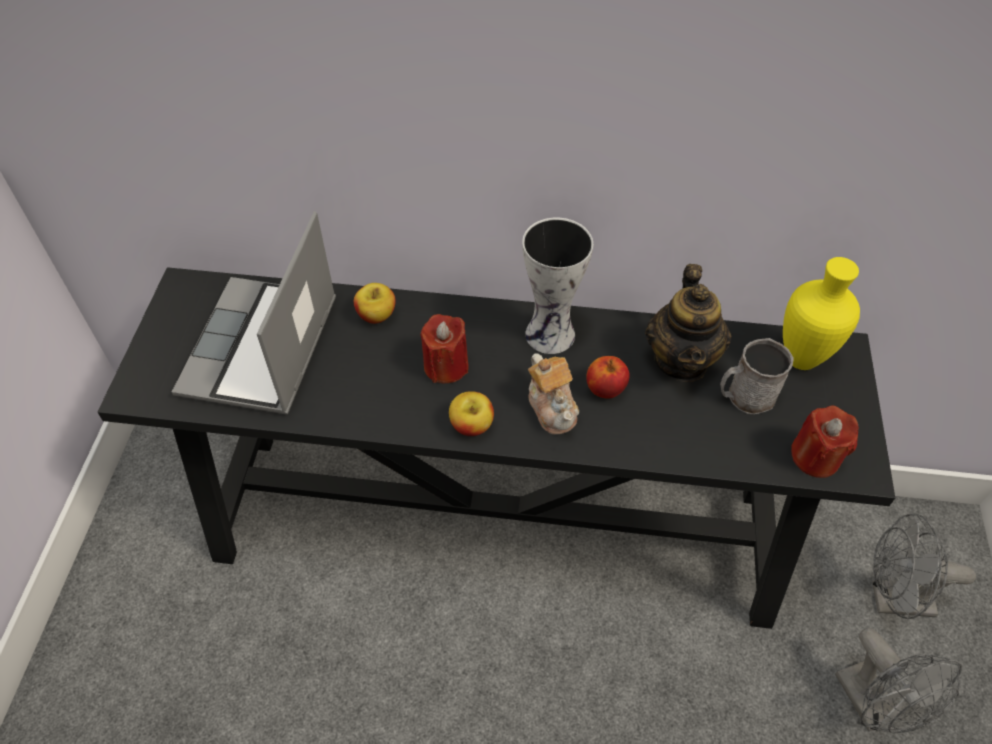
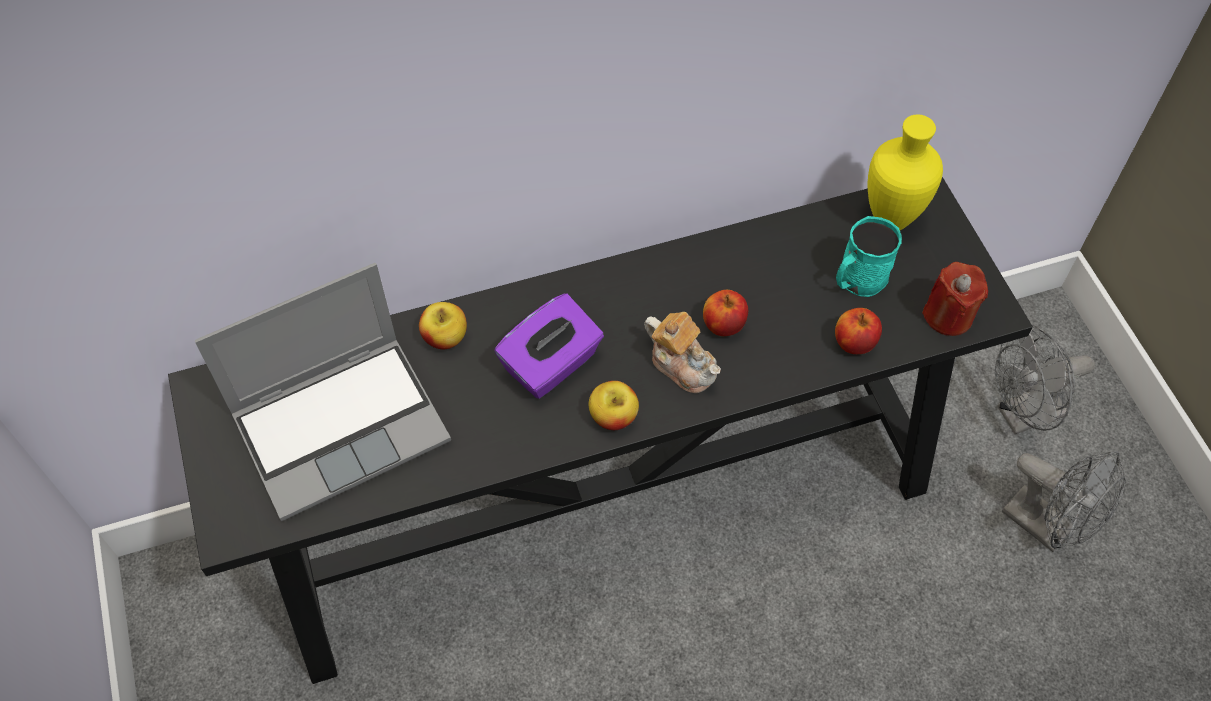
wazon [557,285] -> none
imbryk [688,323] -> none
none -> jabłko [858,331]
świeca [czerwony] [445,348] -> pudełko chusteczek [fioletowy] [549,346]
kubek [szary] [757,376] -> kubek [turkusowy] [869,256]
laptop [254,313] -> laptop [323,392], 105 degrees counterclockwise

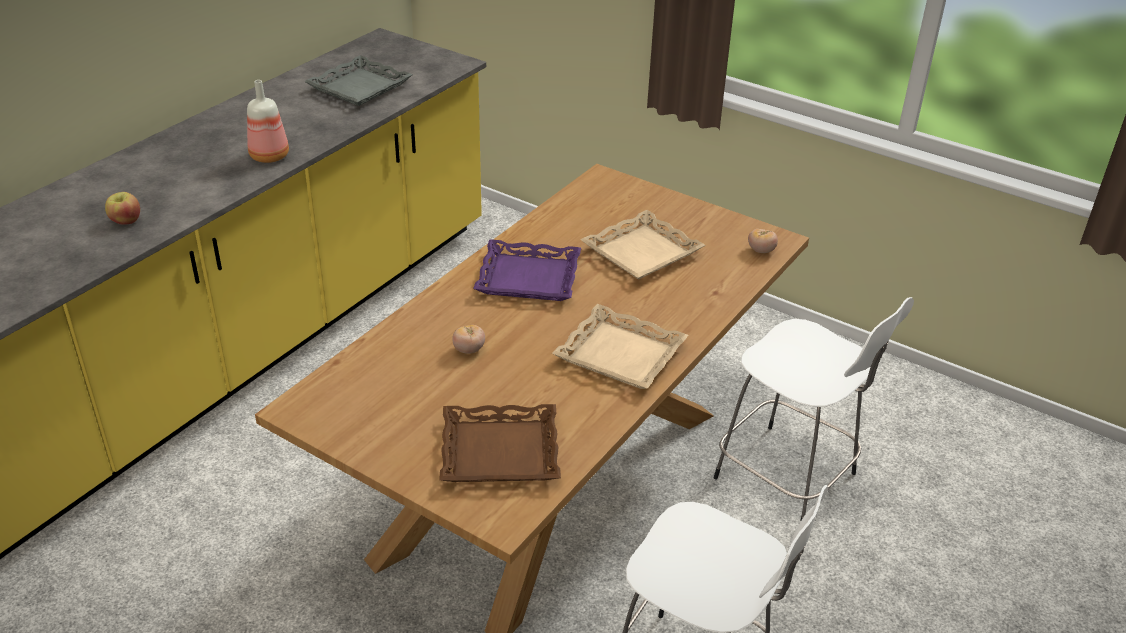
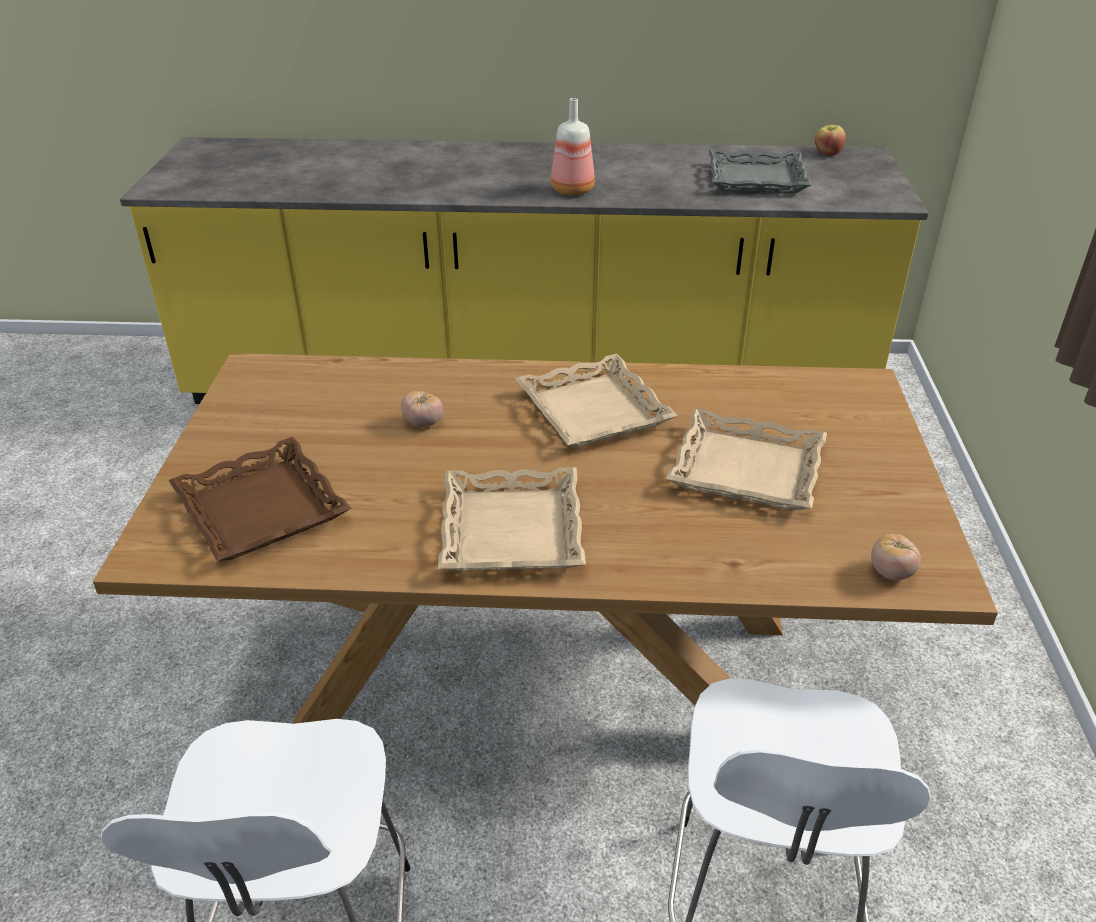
jabłko [122,208] -> jabłko [830,140], shifted
taca [fioletowy] [527,270] -> taca [beżowy] [596,401]

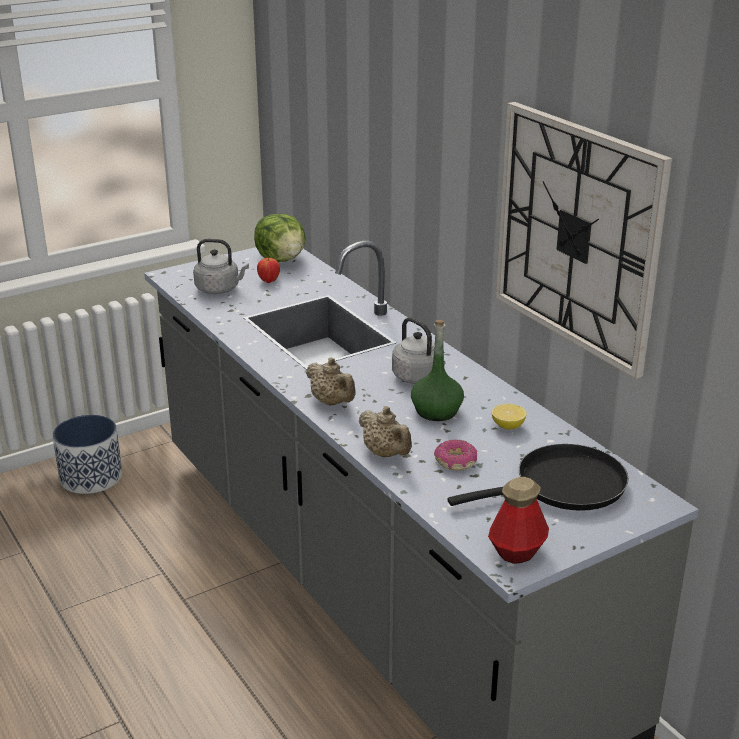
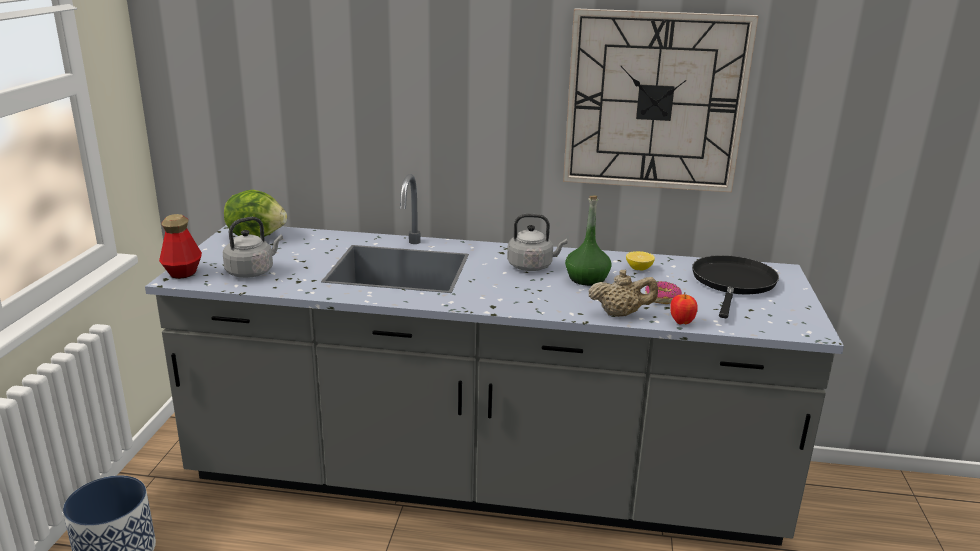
imbryk [beżowy] [331,381] -> none
jabłko [268,269] -> jabłko [684,308], shifted
butelka [518,520] -> butelka [180,246], shifted

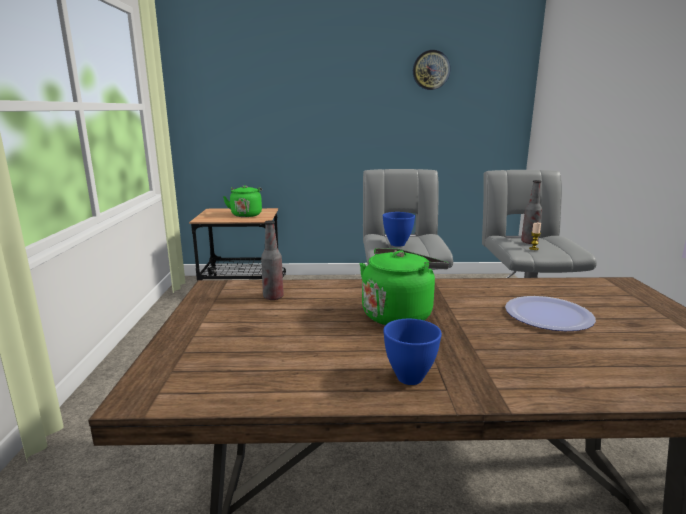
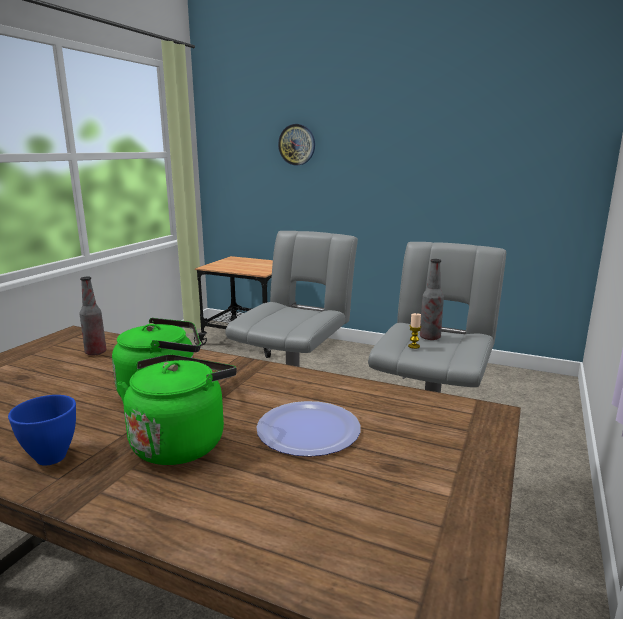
miska [niebieski] [399,229] -> none
czajnik [zielony] [242,201] -> czajnik [zielony] [177,409], shifted
zegar ścienny [432,70] -> zegar ścienny [296,144], shifted

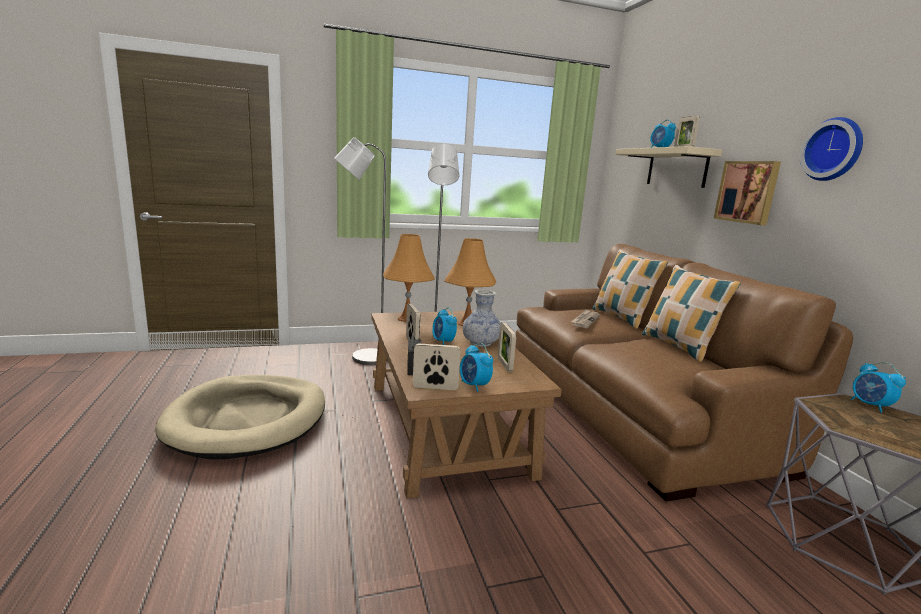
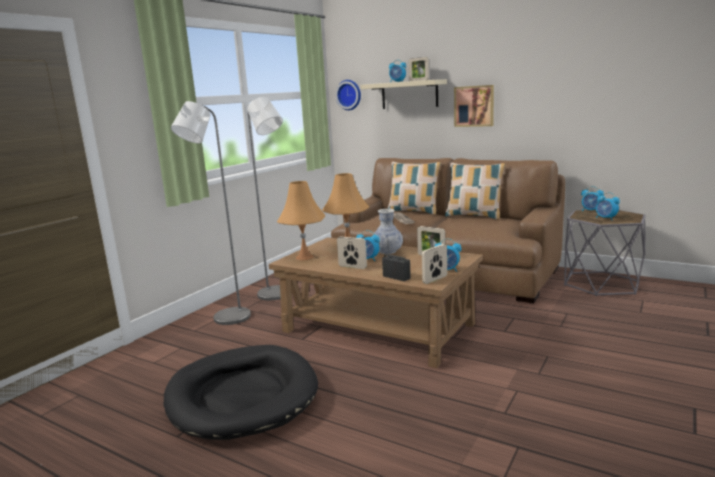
none -> budzik [608,206]
zegar ścienny [831,149] -> zegar ścienny [348,95], shifted
legowisko [beżowy] [240,417] -> legowisko [czarny] [241,392]

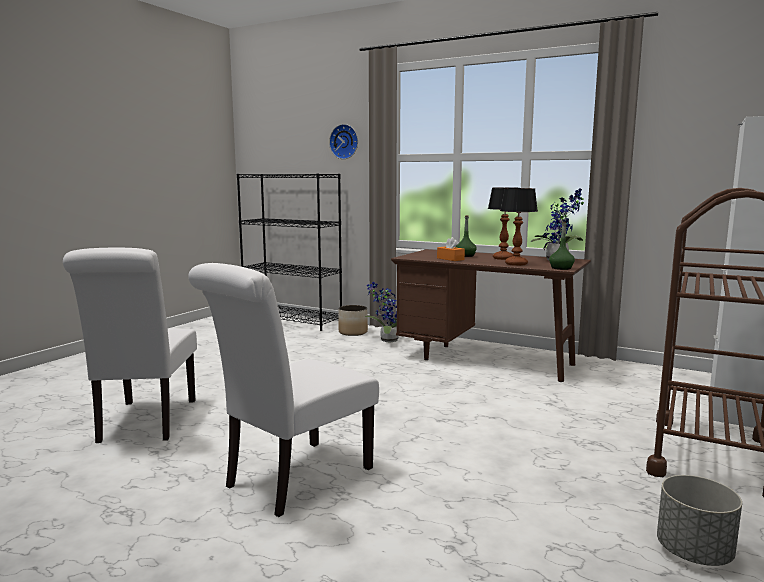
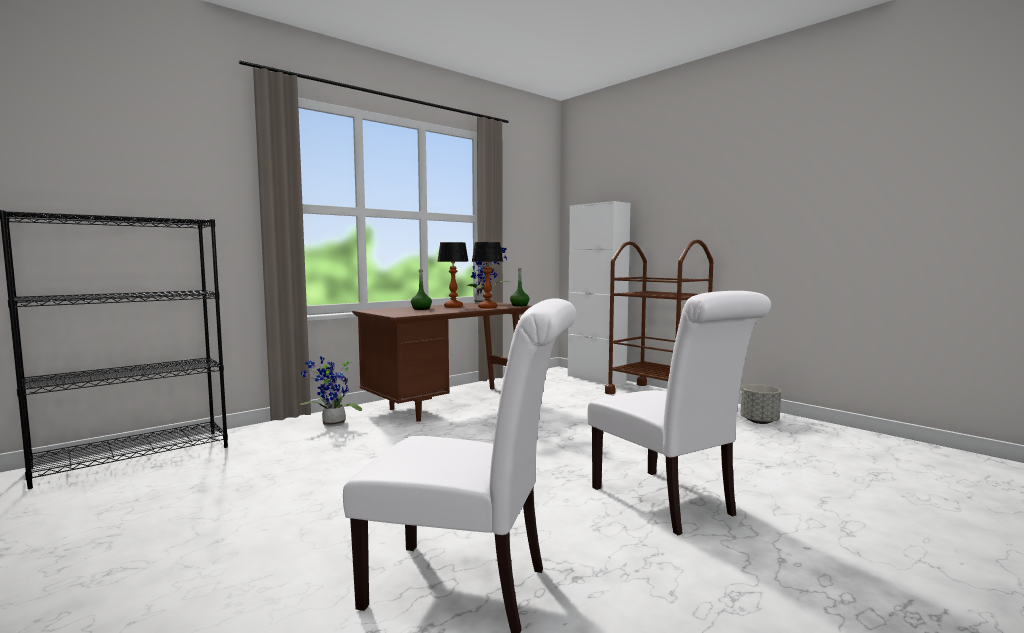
zegar ścienny [343,141] -> none
donica [353,320] -> none
pudełko chusteczek [pomarańczowy] [451,249] -> none

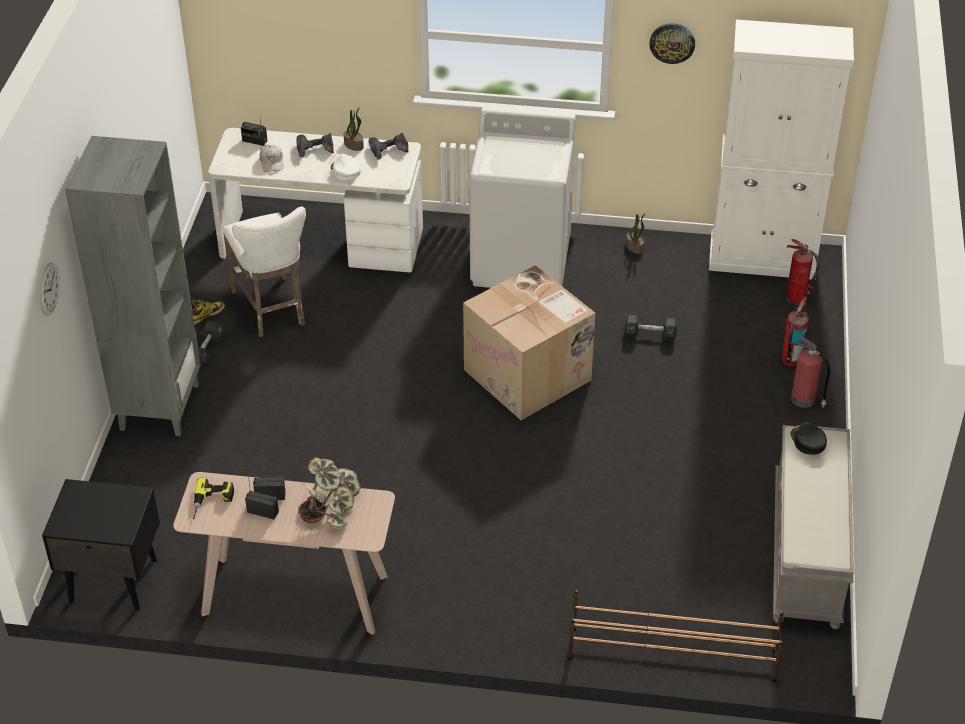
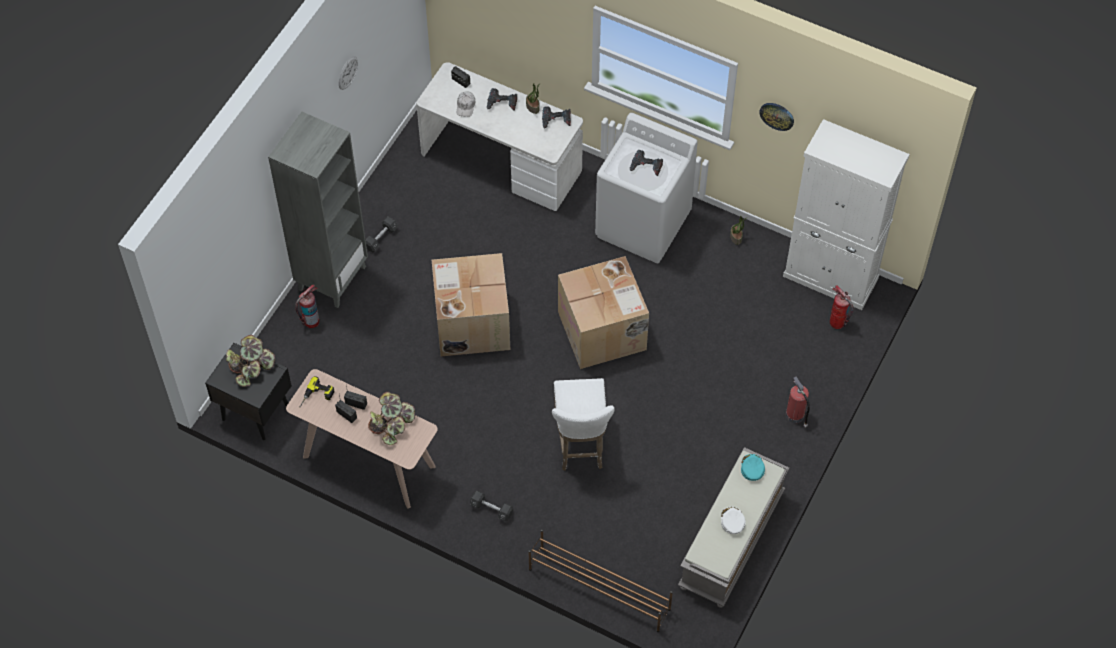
but z cholewką [208,311] -> none
none -> roślina doniczkowa [250,360]
none -> karton [471,304]
none -> wiertarka [646,163]
zegar ścienny [49,289] -> zegar ścienny [348,73], shifted
stołek [biały] [264,272] -> stołek [biały] [583,424], shifted
czapka z daszkiem [biały] [346,167] -> czapka z daszkiem [biały] [733,520], shifted
hantel [czarny] [651,327] -> hantel [czarny] [491,506], shifted
gaśnica [795,331] -> gaśnica [307,306], shifted
czapka z daszkiem [czarny] [809,438] -> czapka z daszkiem [turkusowy] [753,467]

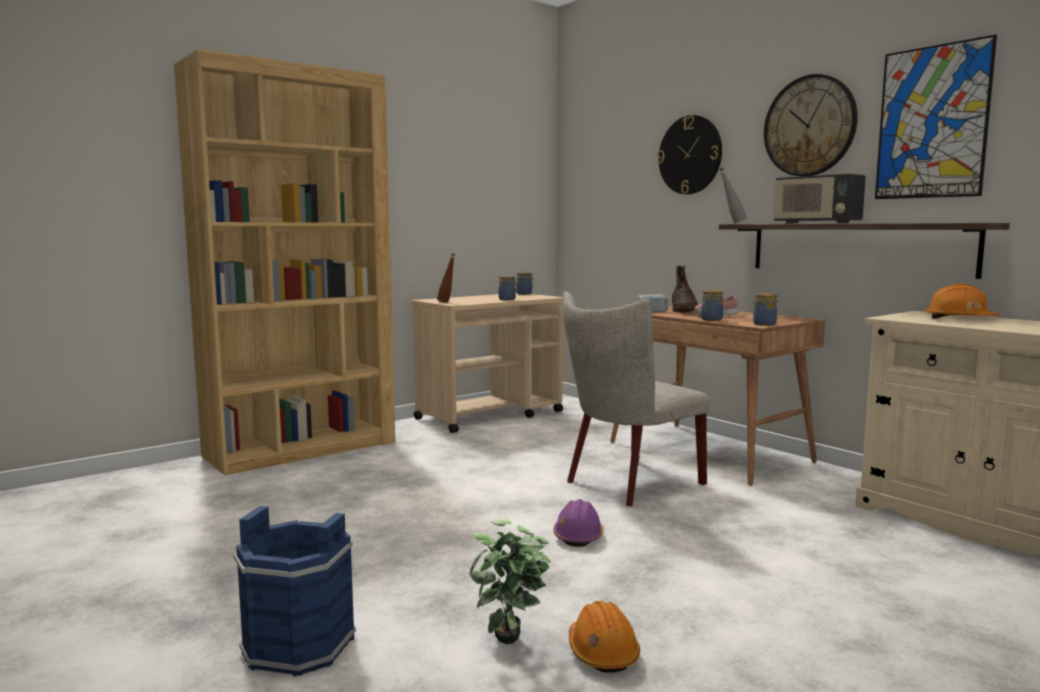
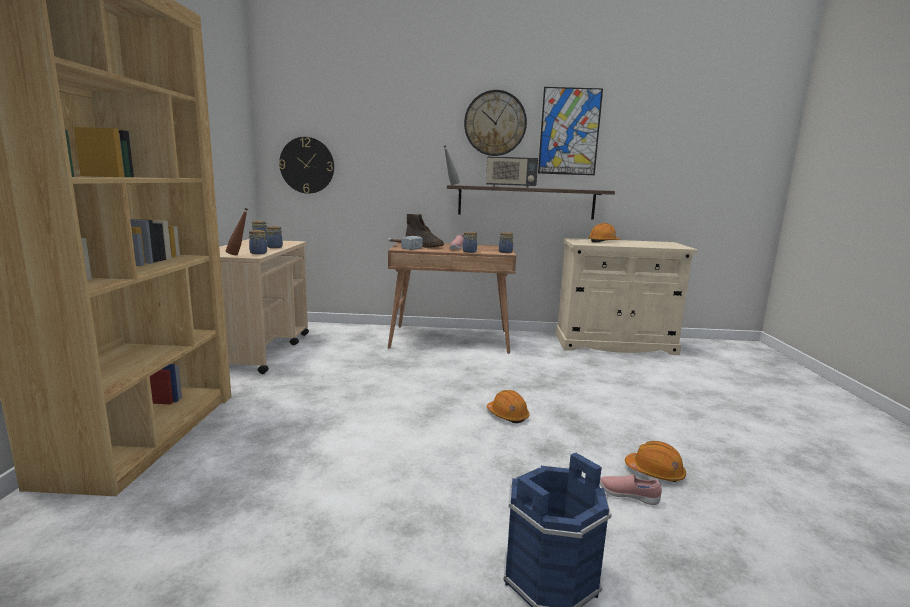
krzesło [beżowy] [636,398] -> none
none -> słoik [258,242]
zegar ścienny [689,154] -> zegar ścienny [306,165], shifted
roślina doniczkowa [510,581] -> but [różowy] [631,489]
kask [fioletowy] [578,523] -> kask [pomarańczowy] [508,406]

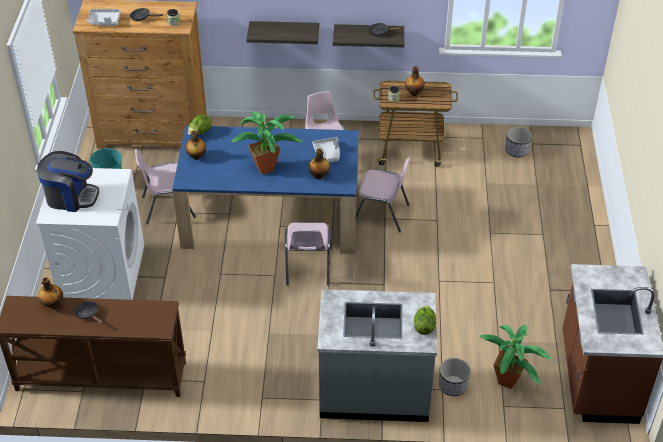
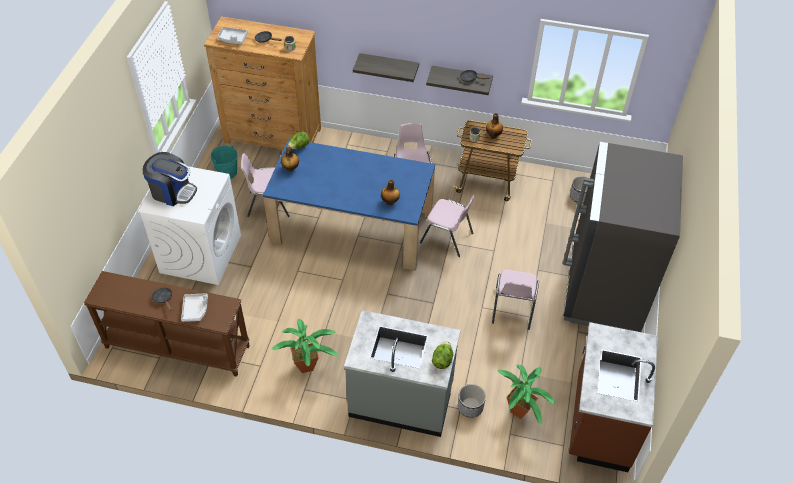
butelka [50,292] -> none
none -> lodówka [szary] [623,237]
roślina doniczkowa [267,143] -> roślina doniczkowa [305,345], shifted
krzesło [różowy] [308,254] -> krzesło [różowy] [515,299], shifted
taca [szary] [326,149] -> taca [szary] [194,307], shifted

